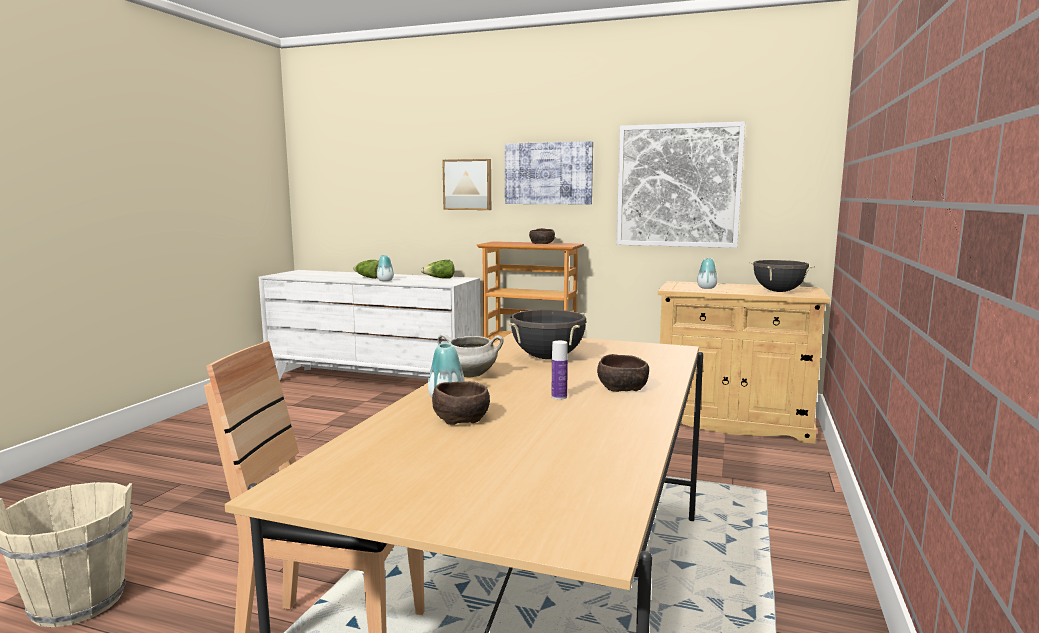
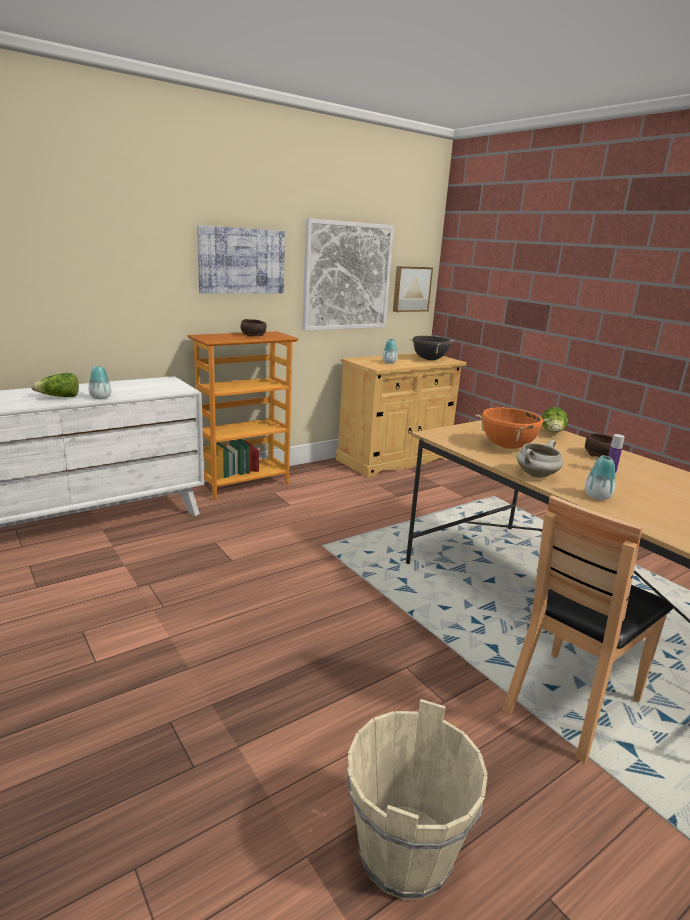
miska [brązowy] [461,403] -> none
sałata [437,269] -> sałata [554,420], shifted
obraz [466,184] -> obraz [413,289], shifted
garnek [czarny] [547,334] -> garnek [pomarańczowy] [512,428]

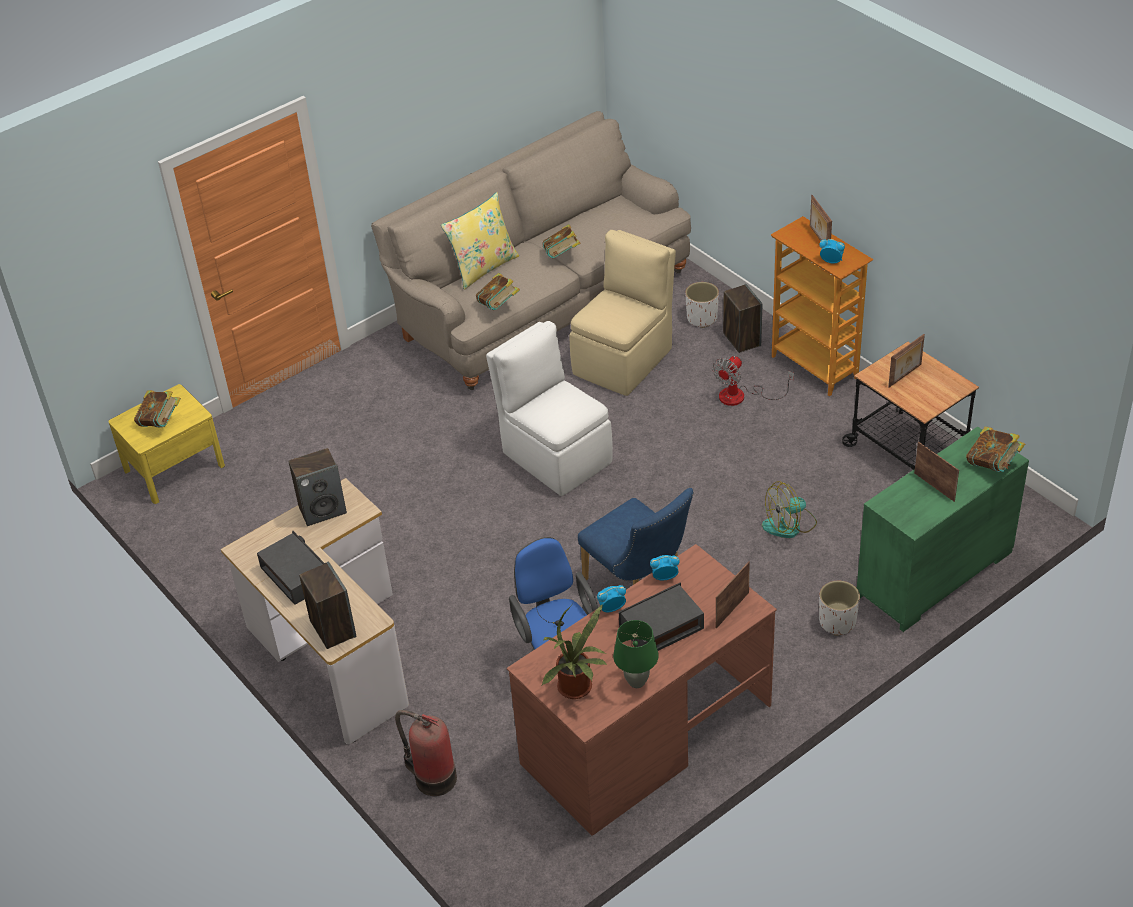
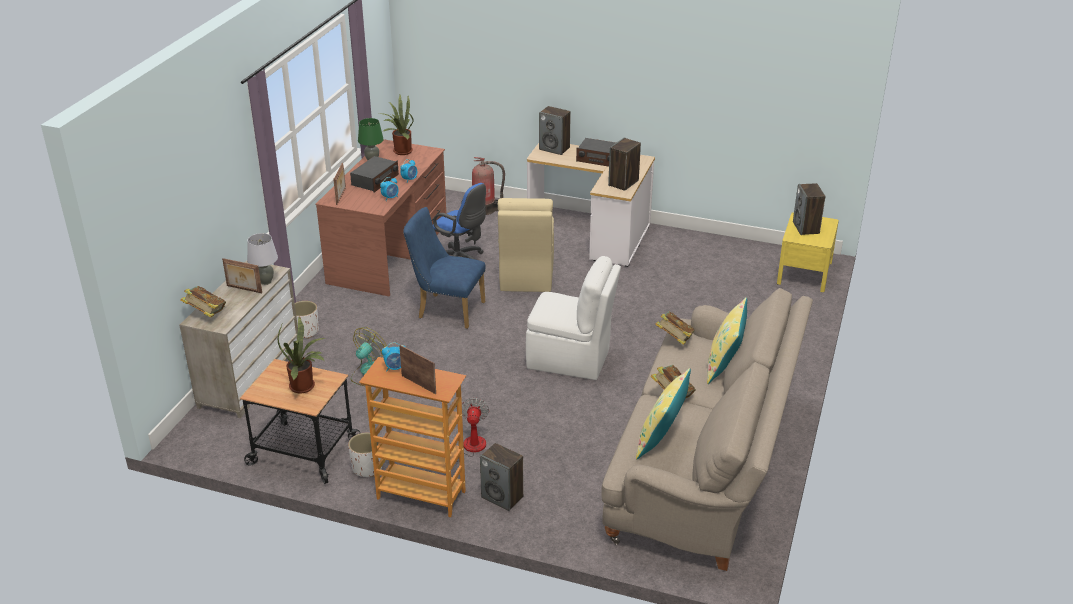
none -> lampa stołowa [szary] [262,259]
none -> poduszka [żółty] [663,413]
krzesło [beżowy] [622,313] -> krzesło [beżowy] [526,245], shifted
donica [biały] [702,305] -> donica [biały] [365,455], shifted
książka [157,408] -> głośnik [809,209]
ramka na zdjęcie [906,360] -> roślina doniczkowa [301,355]
komoda [zielony] [943,529] -> komoda [beżowy] [238,339]

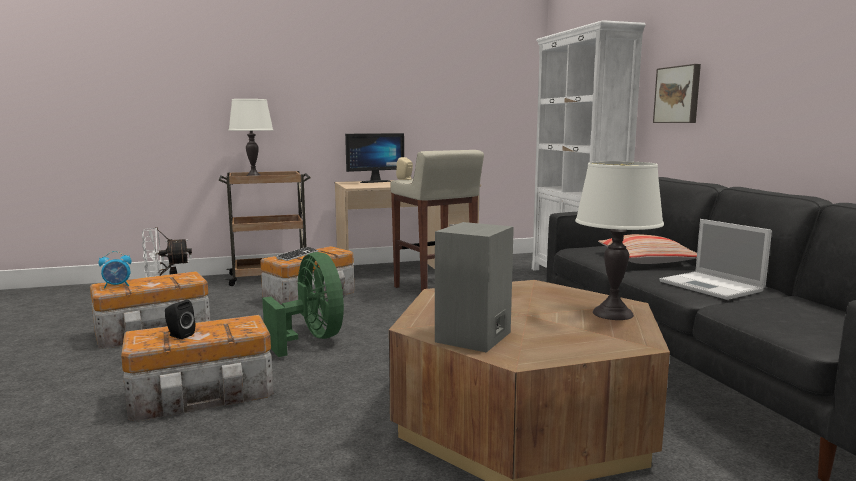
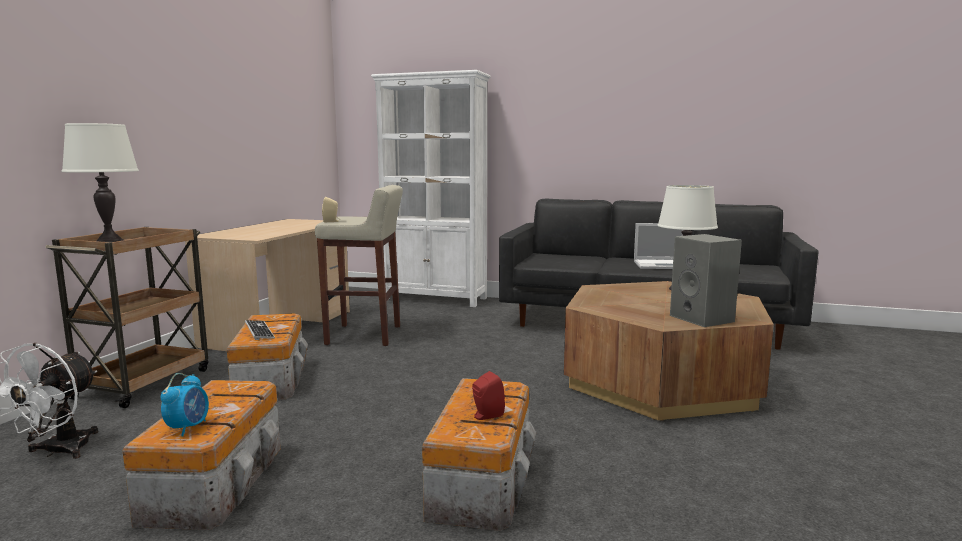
wentylator [zielony] [303,304] -> none
monitor [374,158] -> none
poduszka [647,249] -> none
obraz [677,93] -> none
głośnik [czarny] [180,319] -> głośnik [czerwony] [488,395]

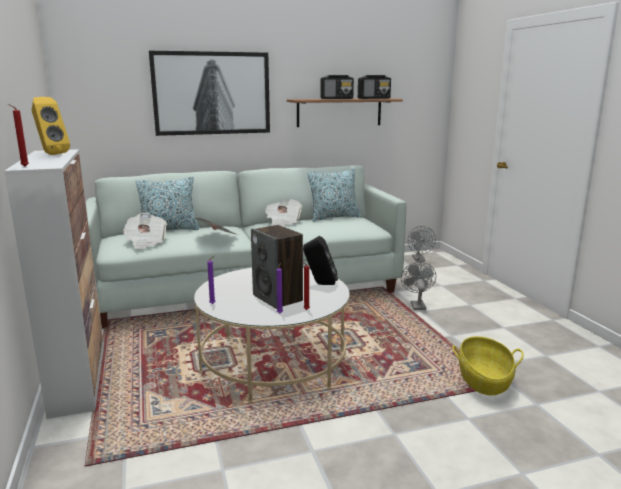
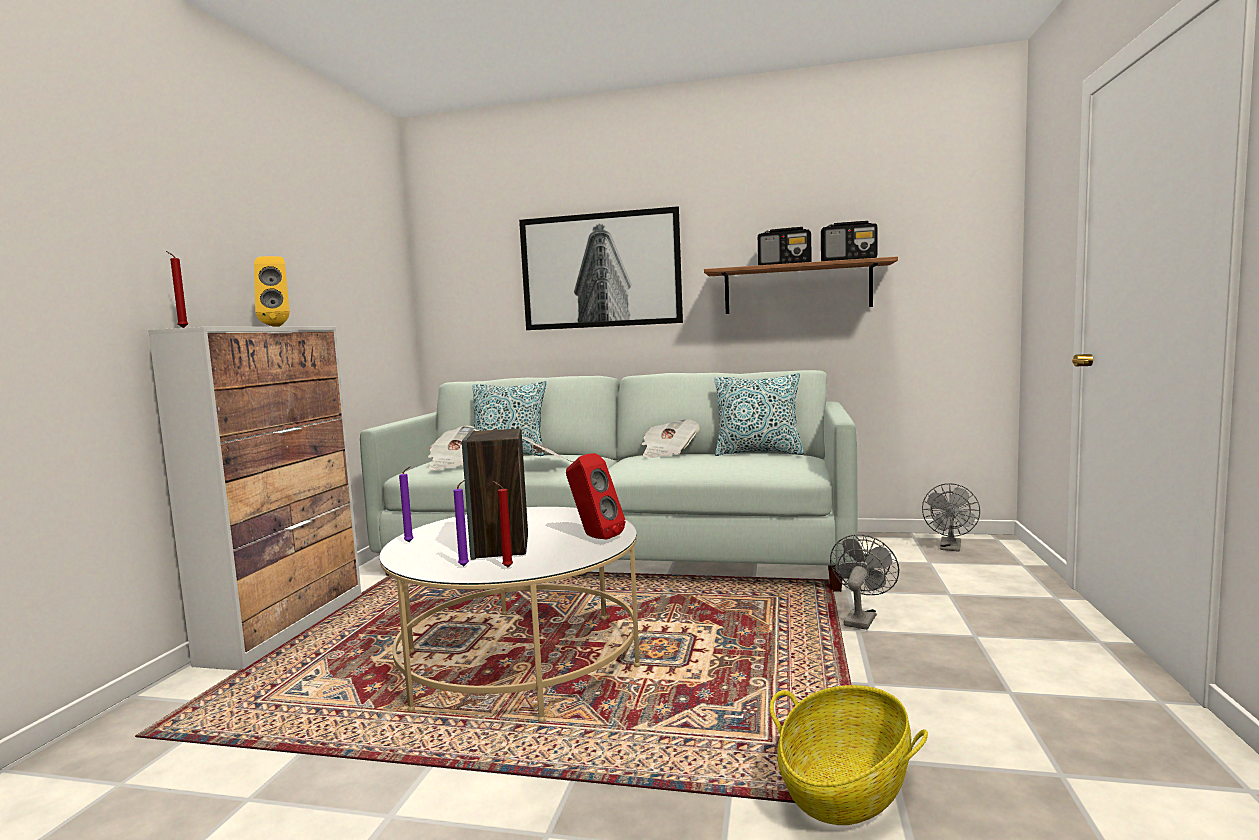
głośnik [czarny] [320,260] -> głośnik [czerwony] [595,496]

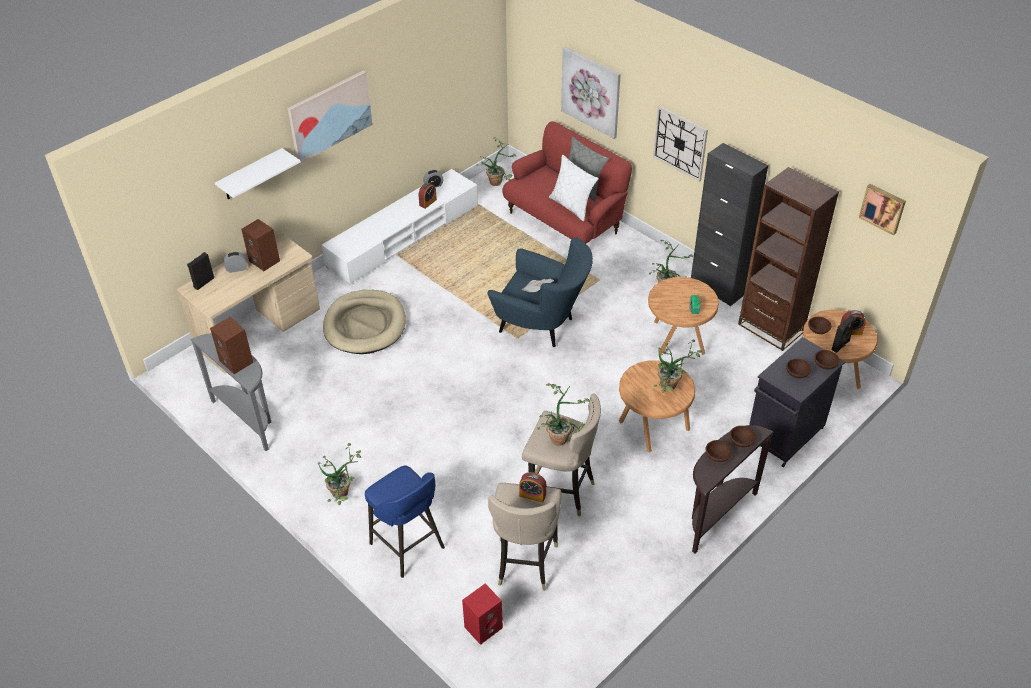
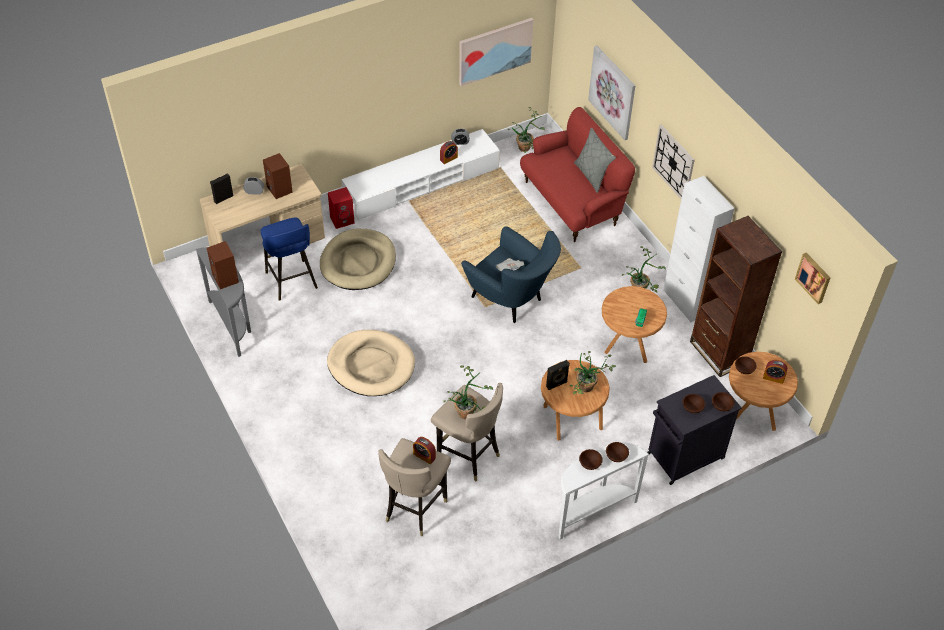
półka [biały] [258,173] -> none
roślina doniczkowa [339,474] -> none
poduszka [biały] [574,188] -> none
none -> legowisko [beżowy] [371,363]
obraz [330,116] -> obraz [496,52], shifted
stołek [niebieski] [405,521] -> stołek [niebieski] [289,259], shifted
głośnik [czerwony] [482,614] -> głośnik [czerwony] [341,208], shifted
głośnik [czarny] [844,334] -> głośnik [czarny] [558,375], shifted
szafka [czarny] [729,224] -> szafka [biały] [698,249]
stolik konsolowy [brązowy] [733,489] -> stolik konsolowy [biały] [603,491]

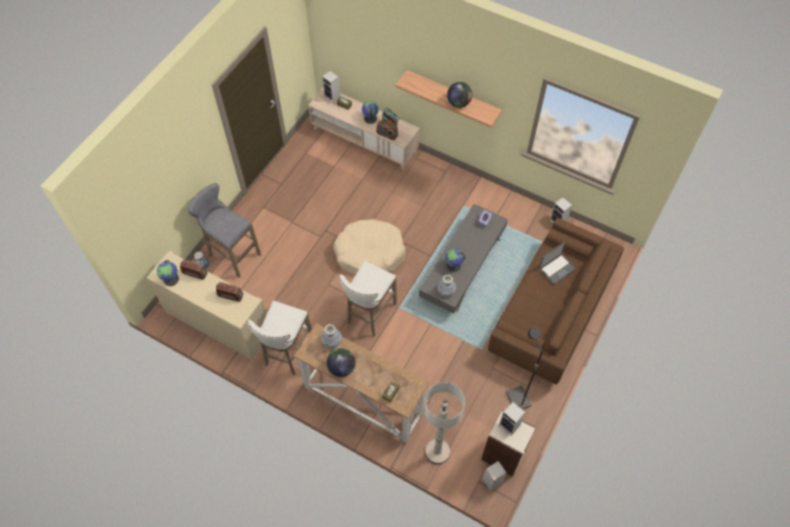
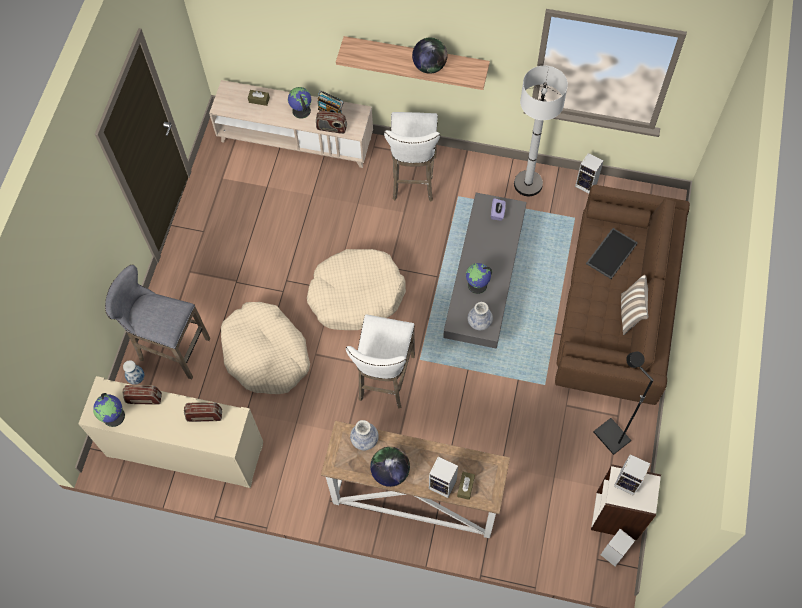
none -> legowisko [beżowy] [265,348]
none -> poduszka [634,305]
stołek [biały] [279,338] -> stołek [biały] [412,157], shifted
głośnik [331,86] -> głośnik [443,477], shifted
lampa stojąca [biały] [444,423] -> lampa stojąca [biały] [541,131], shifted
laptop [557,263] -> taca [612,253]

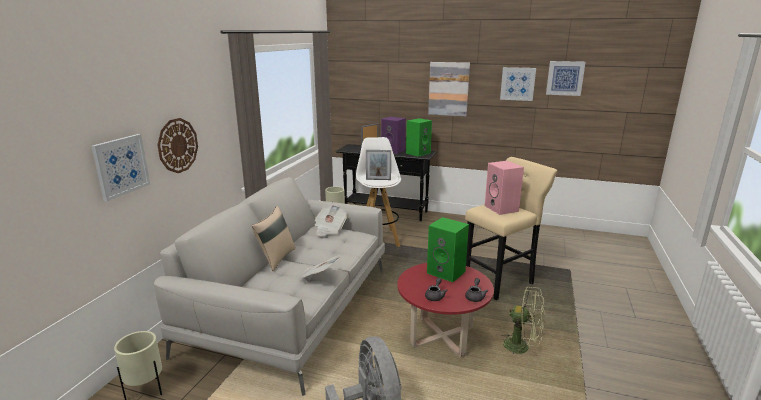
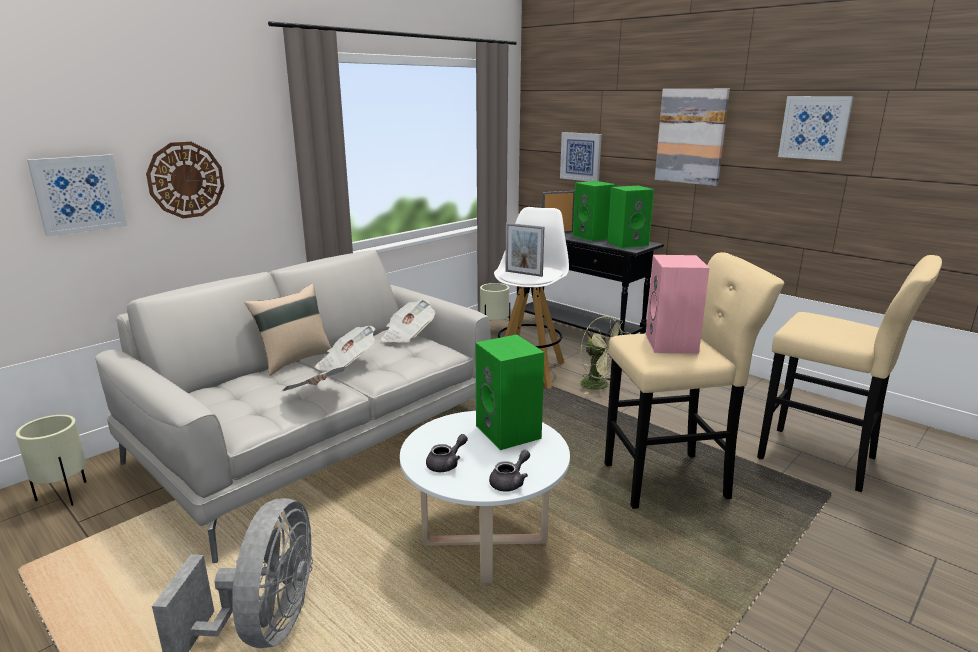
none -> gazeta [345,348]
none -> stołek [beżowy] [849,373]
wentylator [zielony] [524,320] -> wentylator [zielony] [605,355], shifted
obraz [566,78] -> obraz [581,156], shifted
głośnik [fioletowy] [393,135] -> głośnik [zielony] [594,211]
ława [czerwony] [445,310] -> ława [biały] [485,498]

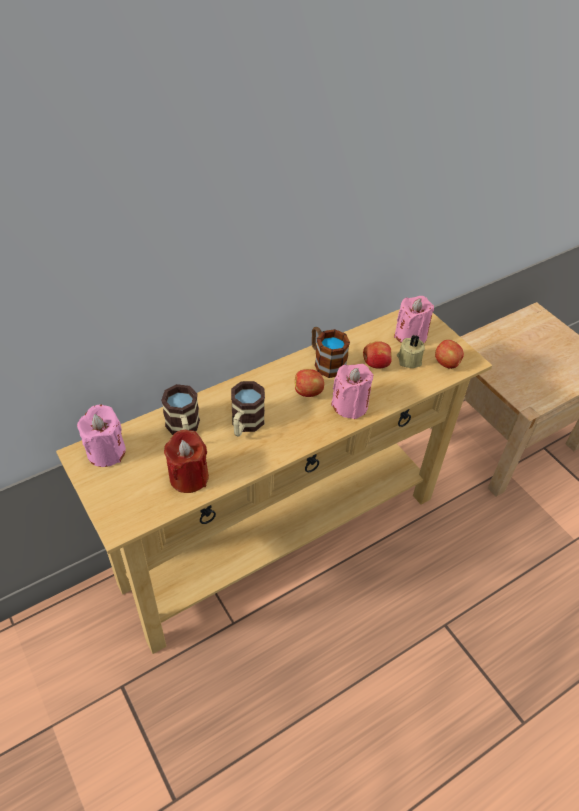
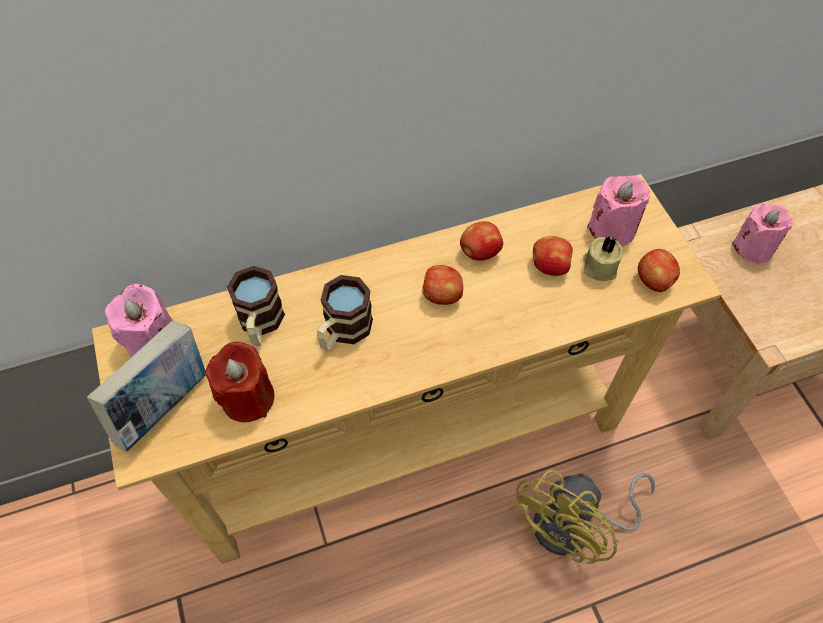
none -> książka [146,386]
none -> wentylator [żółty] [582,516]
świeca [różowy] [352,391] -> świeca [różowy] [762,233], shifted
kubek [331,352] -> jabłko [481,241]

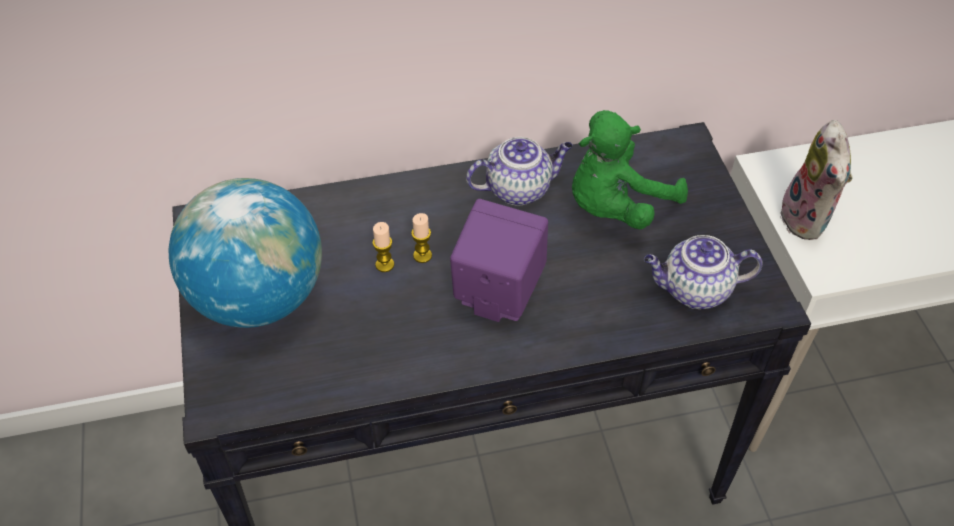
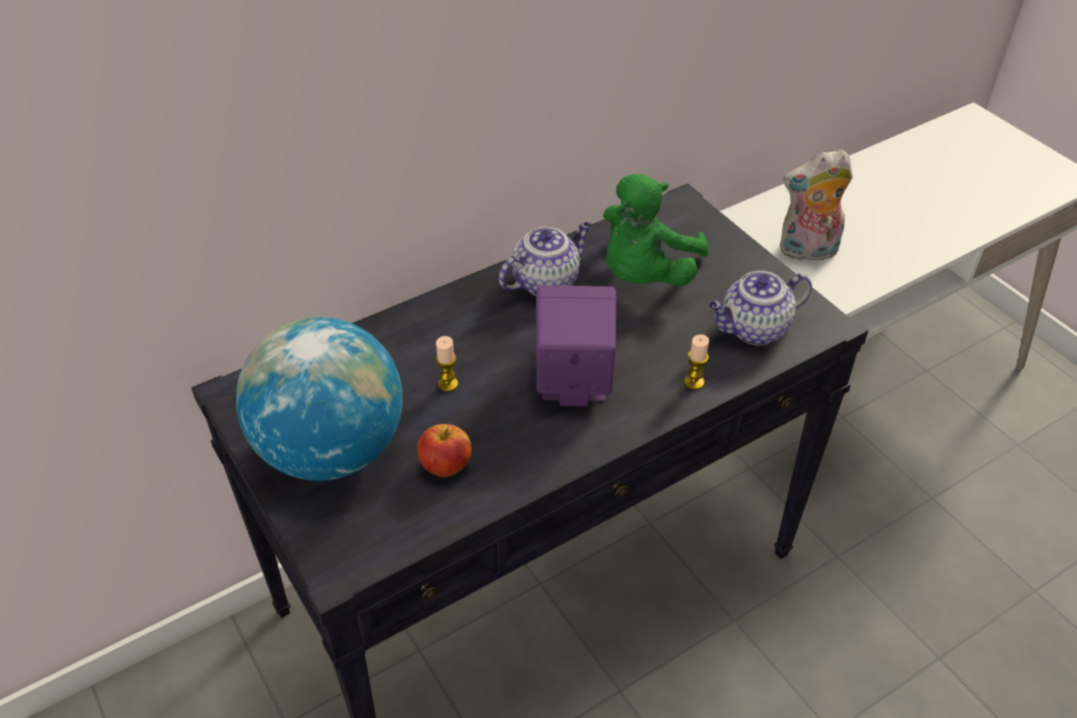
none -> jabłko [444,450]
świeca [421,238] -> świeca [696,362], shifted
pluszak [815,180] -> pluszak [816,207], 105 degrees clockwise

